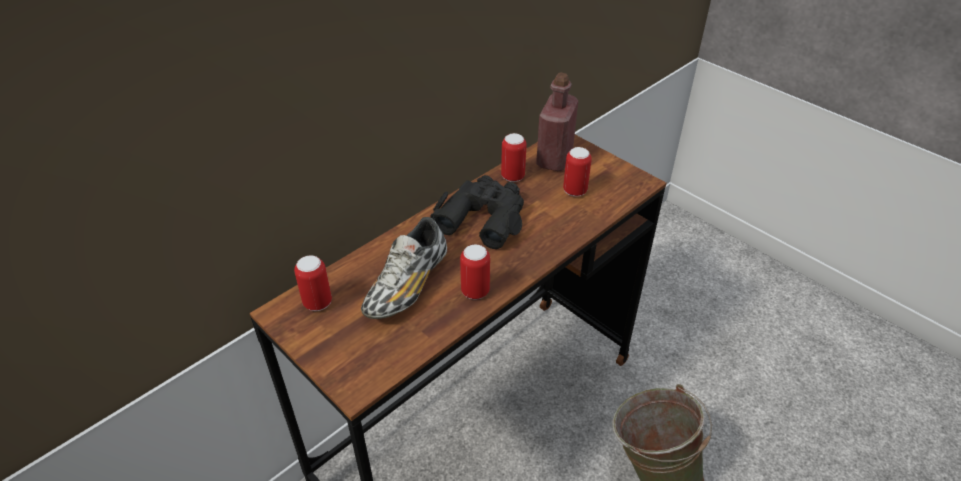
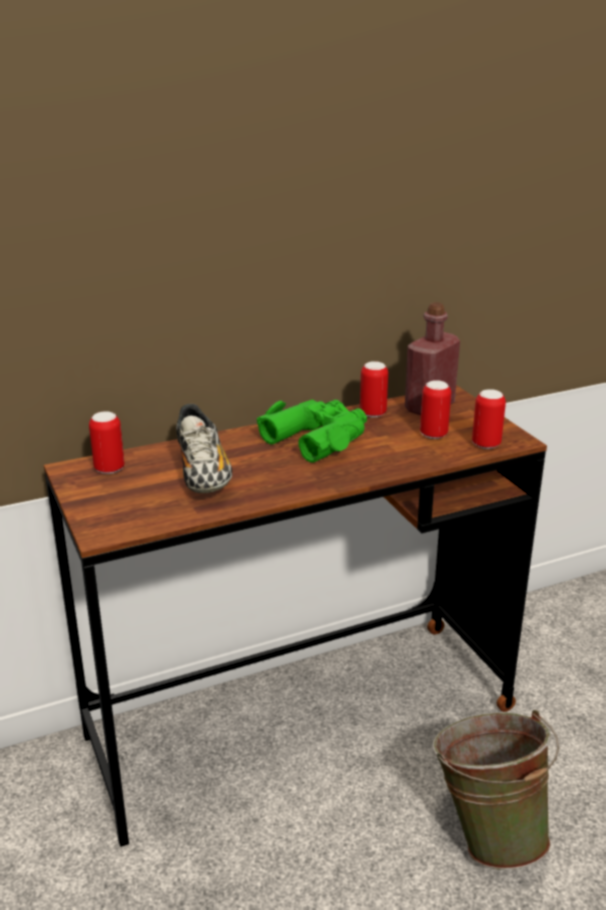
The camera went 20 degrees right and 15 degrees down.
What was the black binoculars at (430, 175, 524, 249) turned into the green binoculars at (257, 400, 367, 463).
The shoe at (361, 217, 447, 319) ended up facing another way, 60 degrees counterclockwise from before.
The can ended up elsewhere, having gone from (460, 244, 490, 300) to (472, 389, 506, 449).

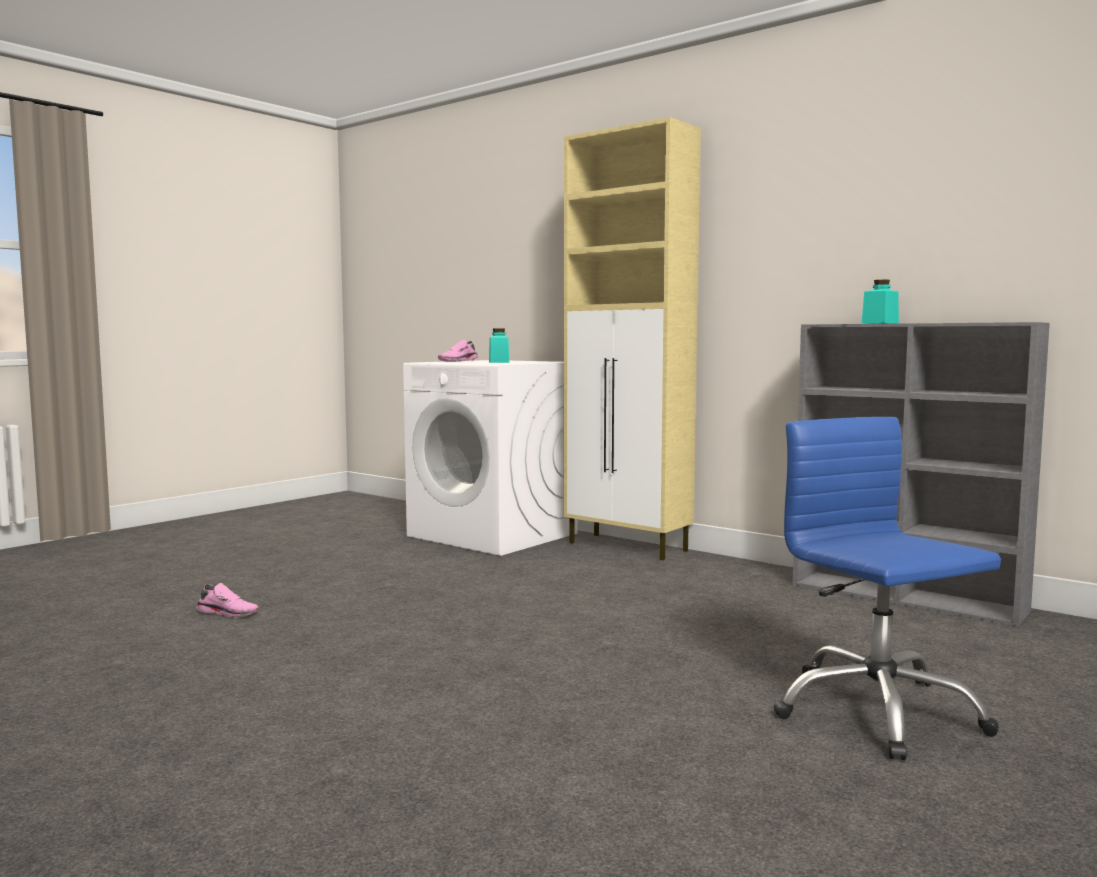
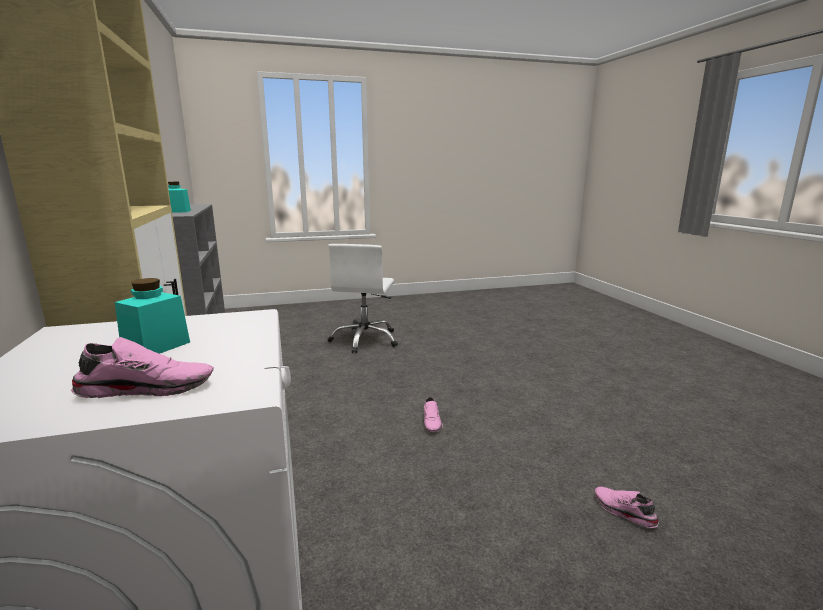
The camera went 145 degrees left and 10 degrees up.
What was the blue office chair at (773, 417, 1001, 760) turned into the white office chair at (328, 244, 398, 353).
The second view gained the pink shoe at (424, 397, 443, 432).

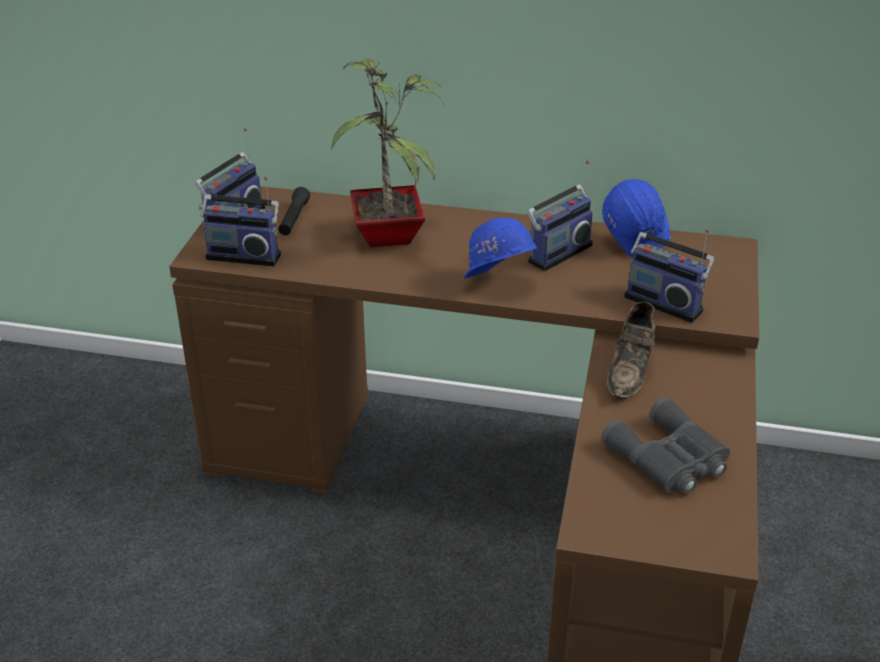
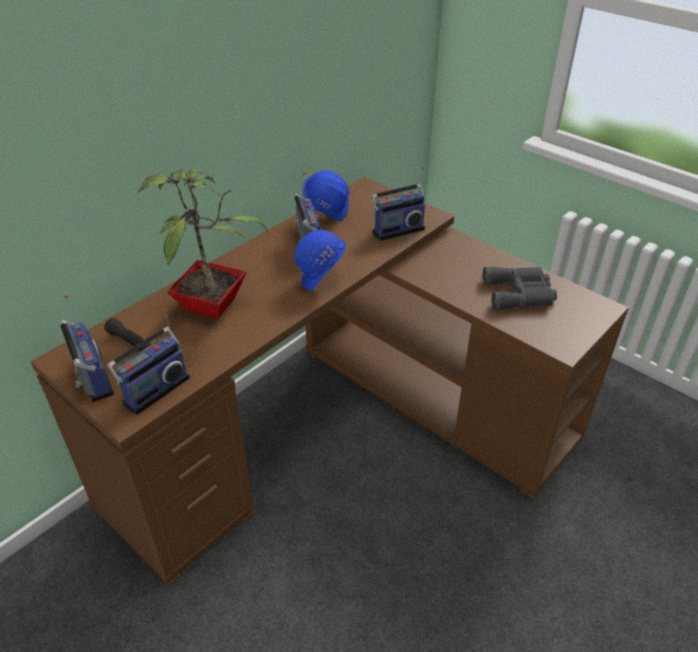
The camera went 60 degrees left and 5 degrees up.
The second view lost the brown shoe at (606, 302, 655, 399).

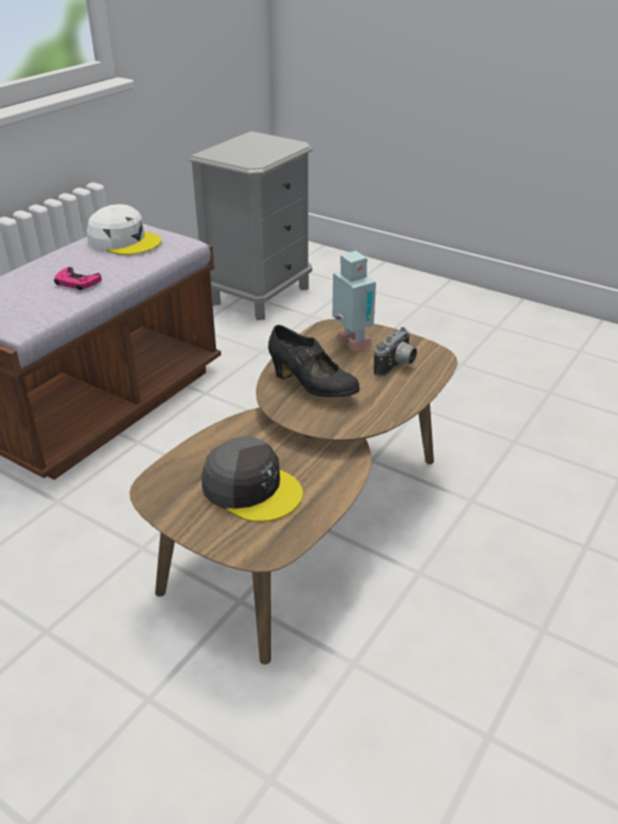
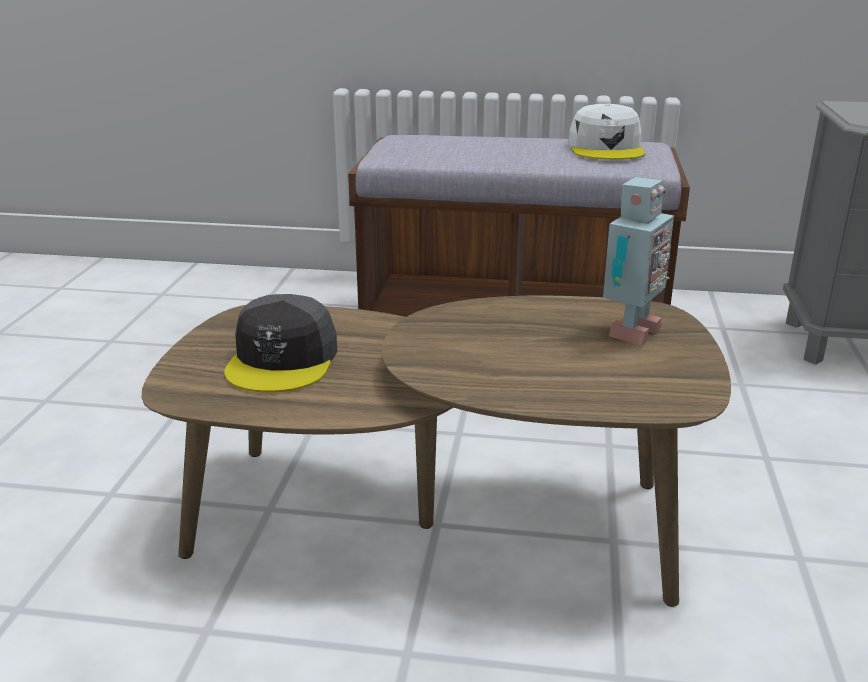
The camera went 65 degrees right and 10 degrees down.
The second view lost the pink game controller at (54, 267, 102, 290).
The second view lost the black shoe at (268, 325, 360, 397).
The second view lost the photo camera at (374, 327, 417, 377).

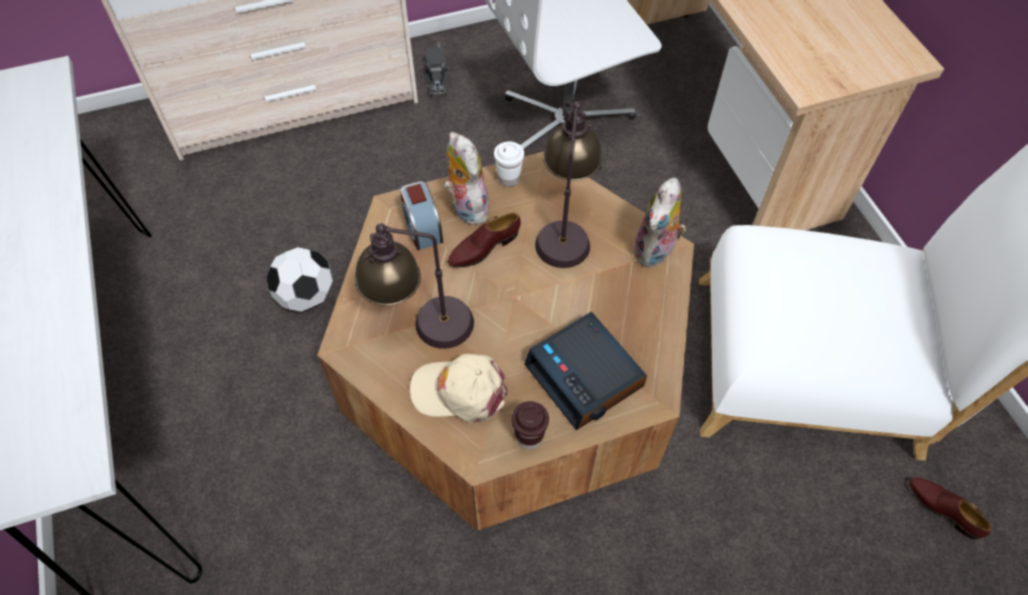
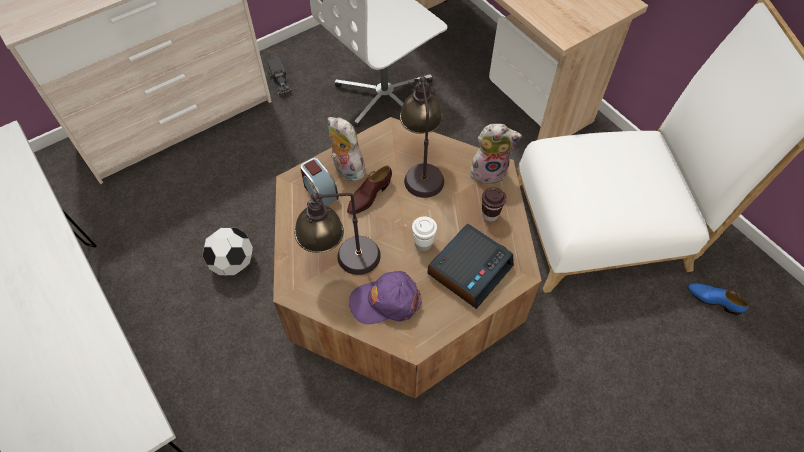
The camera went 15 degrees left and 0 degrees up.
The white cup ended up elsewhere, having gone from (494, 141, 524, 187) to (412, 217, 437, 251).
The plush toy at (632, 178, 686, 268) ended up facing another way, 105 degrees counterclockwise from before.
The alarm clock at (525, 312, 647, 431) ended up facing another way, 90 degrees counterclockwise from before.
What was the beige cap at (410, 354, 508, 423) turned into the purple cap at (349, 271, 422, 324).
The brown cup ended up elsewhere, having gone from (512, 401, 549, 449) to (482, 187, 506, 221).
What was the brown shoe at (909, 477, 992, 539) turned into the blue shoe at (687, 283, 749, 315).

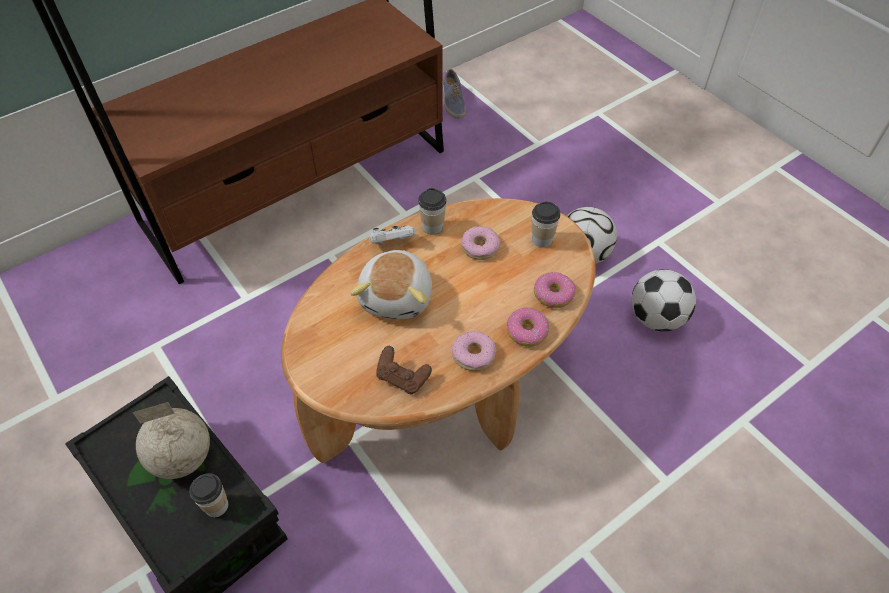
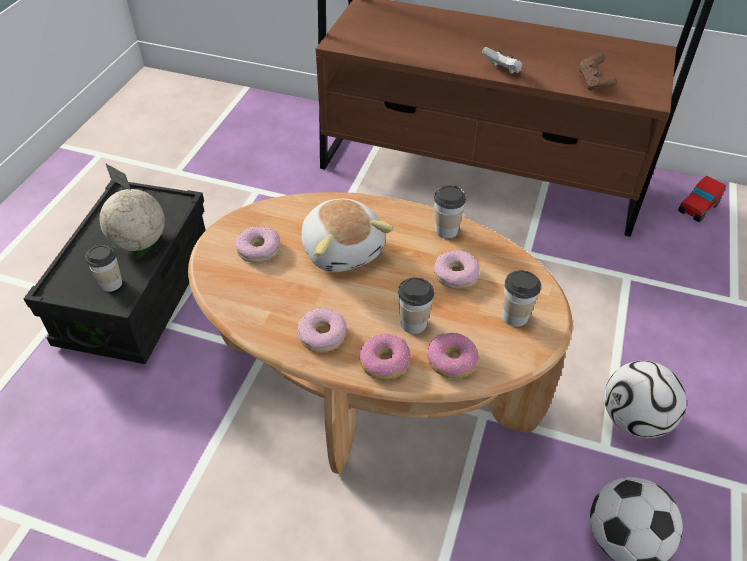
The camera went 55 degrees right and 5 degrees down.
Where the shoe stood at (442, 69, 466, 119), the toy car came to stand at (678, 176, 726, 222).
The white game controller ended up elsewhere, having gone from (369, 225, 415, 245) to (482, 47, 522, 74).
The plush toy at (350, 250, 432, 319) ended up facing another way, 90 degrees counterclockwise from before.
The brown game controller ended up elsewhere, having gone from (376, 346, 432, 395) to (578, 54, 617, 91).
The second view gained the donut at (235, 226, 280, 263).
The second view gained the cup at (398, 277, 434, 334).

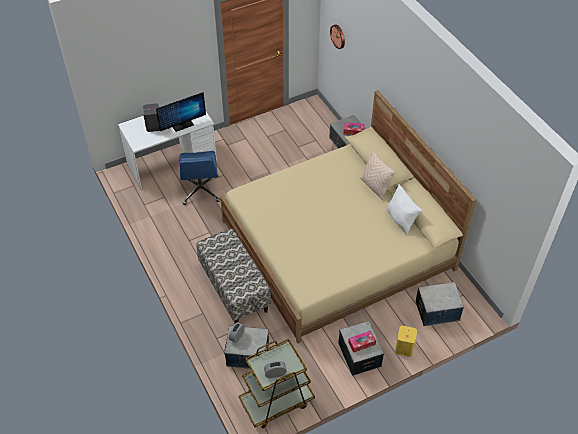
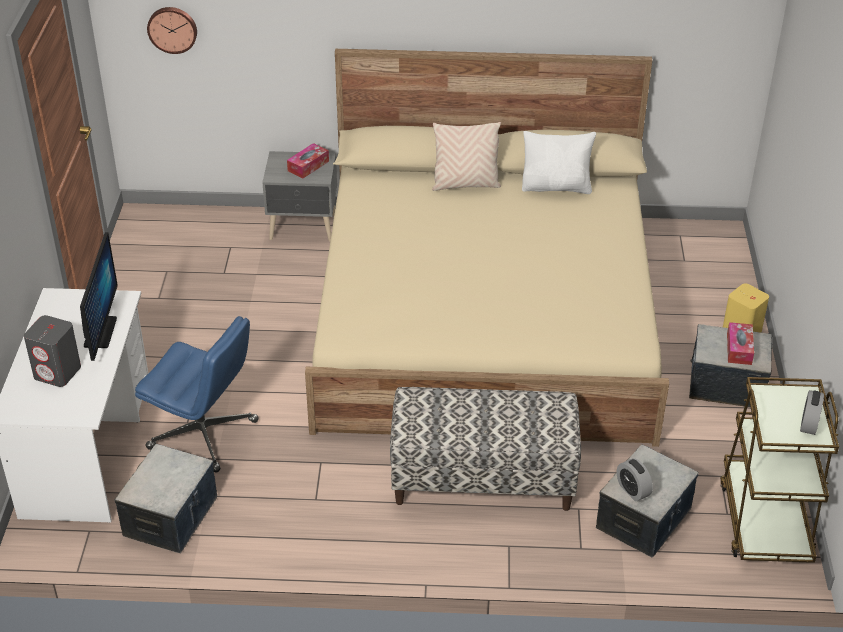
The camera went 60 degrees left and 10 degrees down.
The storage box ended up elsewhere, having gone from (416, 282, 464, 326) to (114, 444, 217, 553).

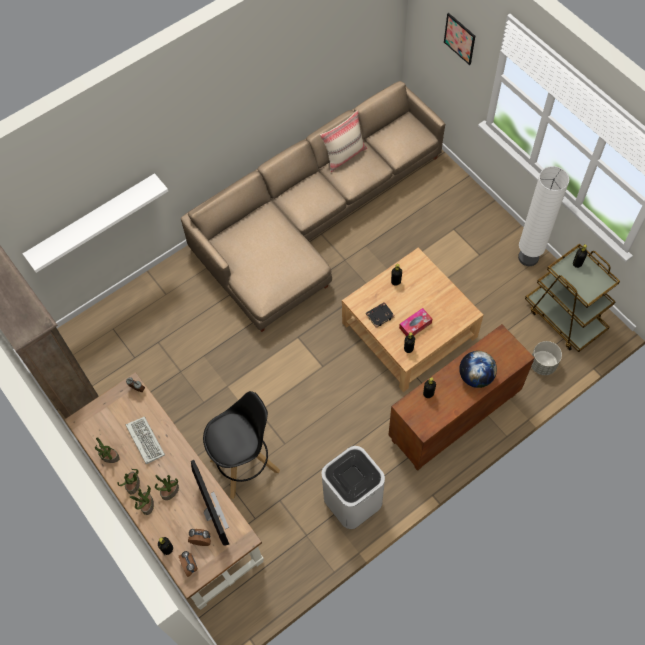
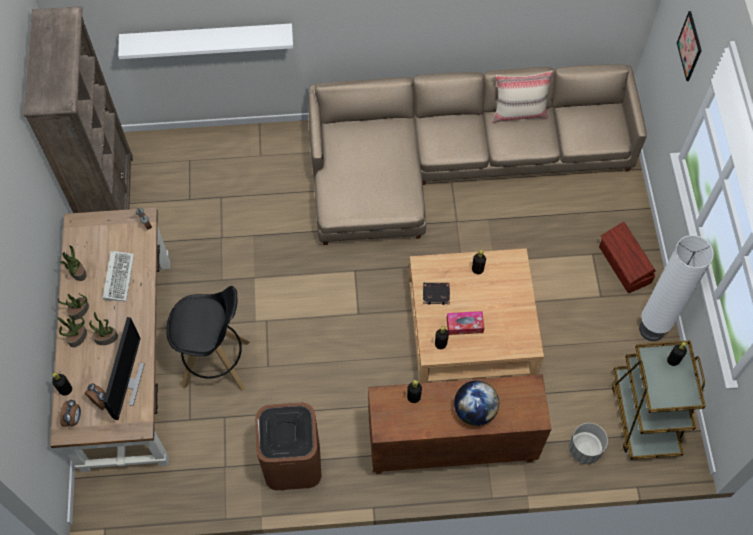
The camera went 30 degrees right and 0 degrees up.
What was the white trash can at (322, 446, 385, 529) turned into the brown trash can at (255, 403, 321, 490).
The second view gained the brown storage box at (599, 222, 656, 293).

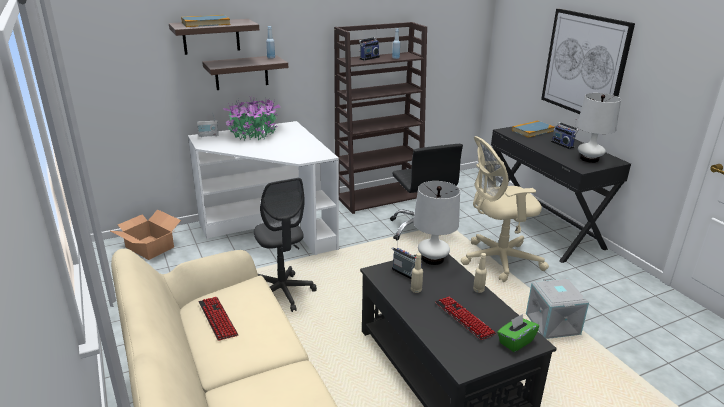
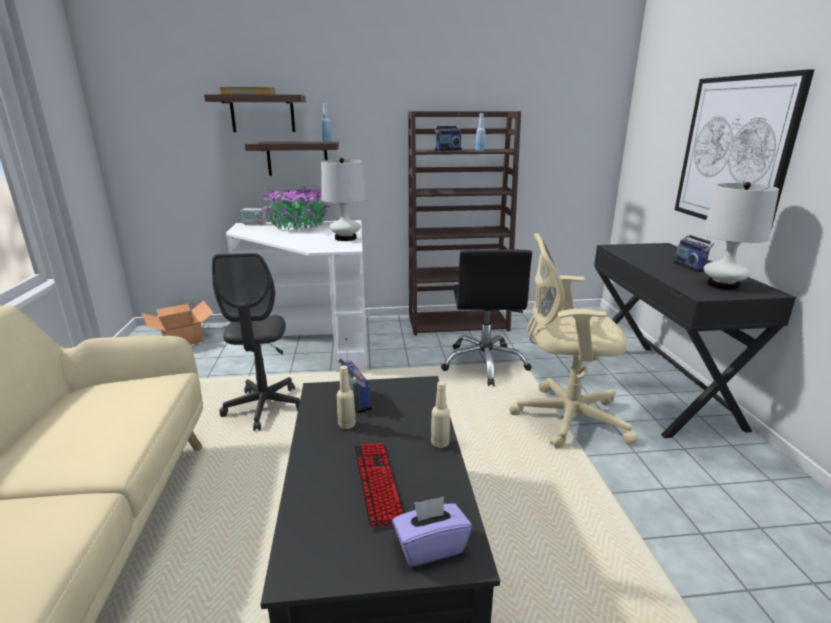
The camera went 20 degrees right and 5 degrees down.
The second view lost the book at (512, 120, 554, 138).
The white table lamp ended up elsewhere, having gone from (413, 181, 460, 265) to (321, 158, 366, 241).
The second view lost the grey storage box at (526, 278, 589, 339).
The second view lost the keyboard at (198, 297, 238, 341).
What was the green tissue box at (497, 314, 539, 352) turned into the purple tissue box at (392, 496, 472, 567).

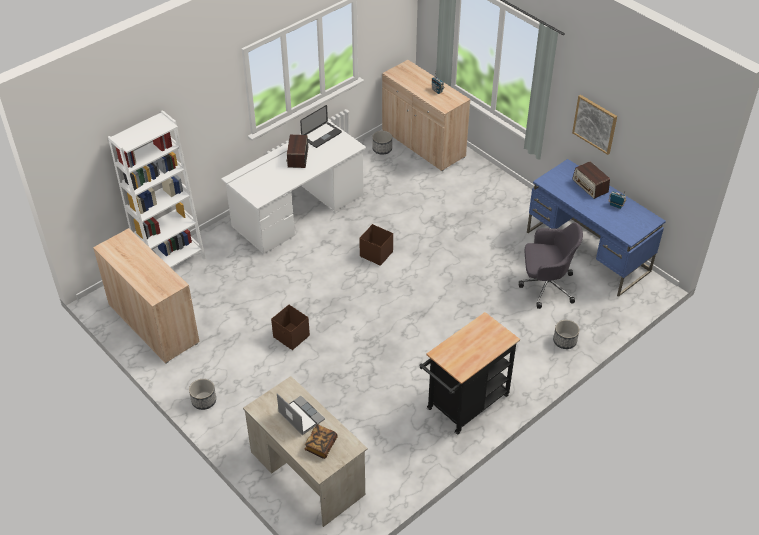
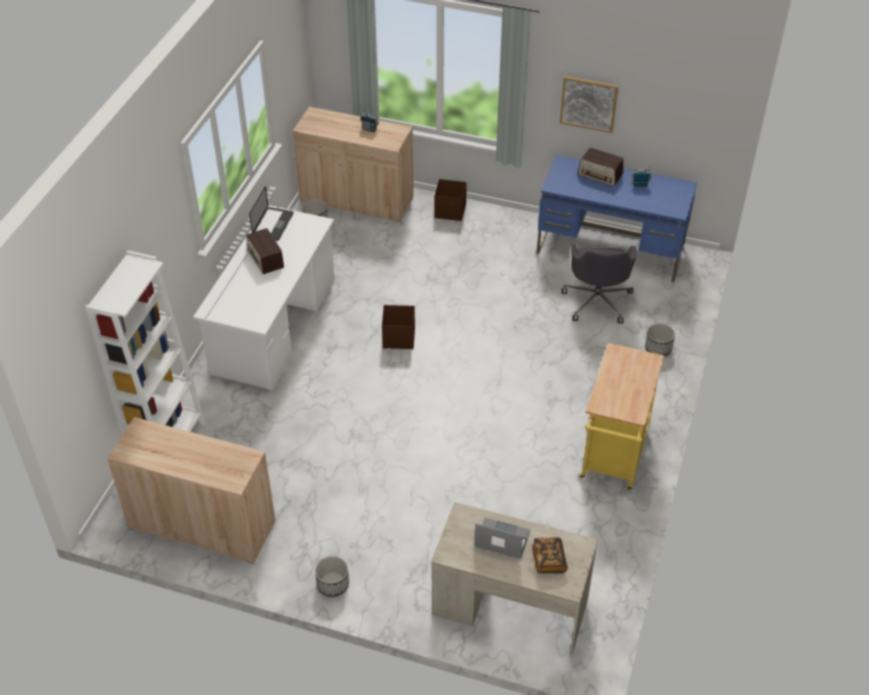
The camera went 30 degrees left and 0 degrees up.
The grey office chair at (519, 222, 583, 309) ended up facing another way, 120 degrees clockwise from before.
The brown storage box ended up elsewhere, having gone from (271, 305, 310, 350) to (435, 179, 467, 221).
What was the black cart at (419, 312, 520, 434) turned into the yellow cart at (579, 343, 664, 490).

